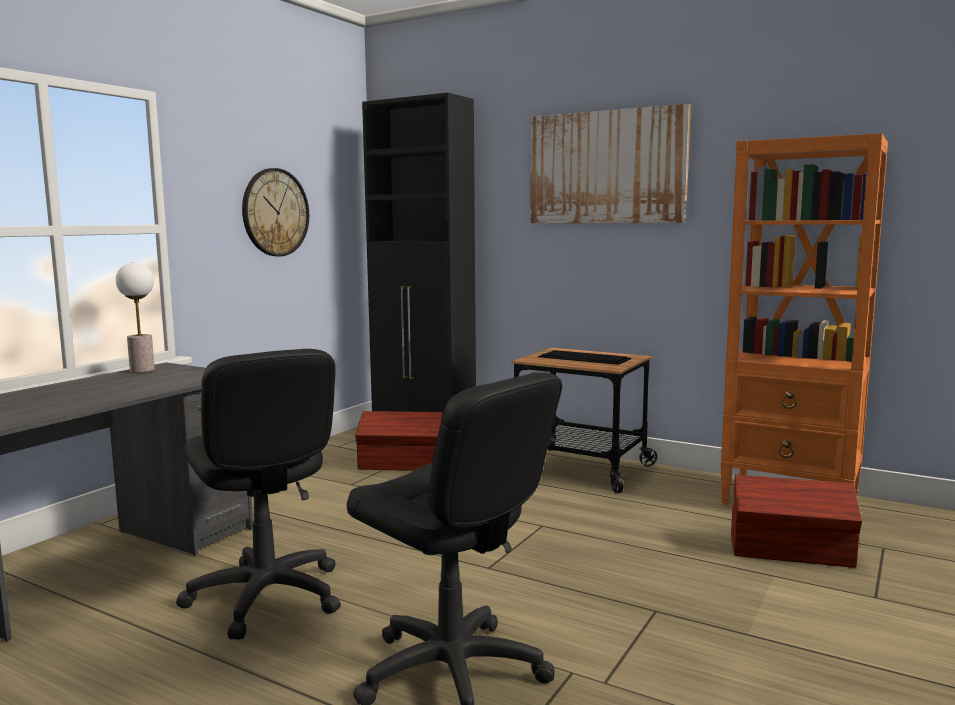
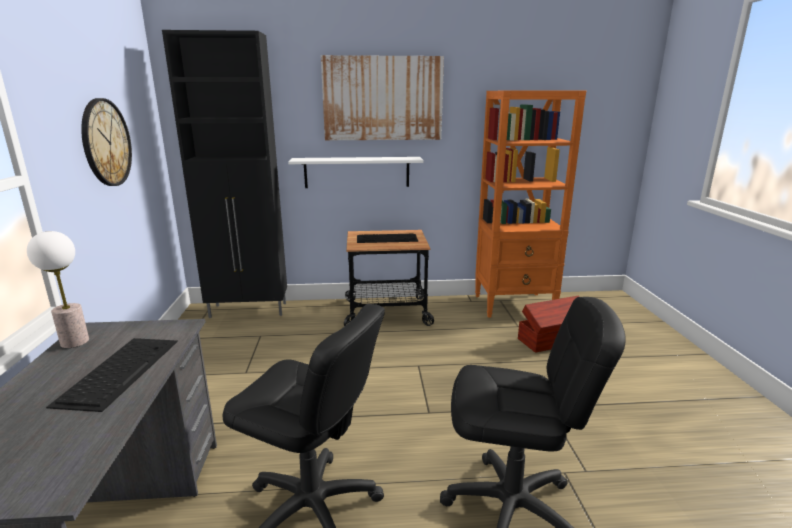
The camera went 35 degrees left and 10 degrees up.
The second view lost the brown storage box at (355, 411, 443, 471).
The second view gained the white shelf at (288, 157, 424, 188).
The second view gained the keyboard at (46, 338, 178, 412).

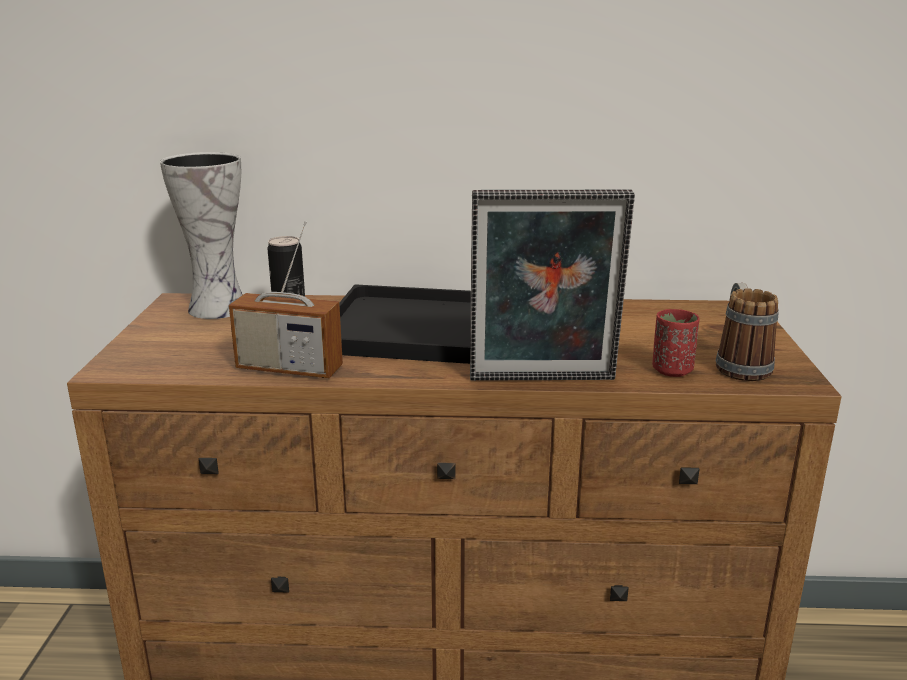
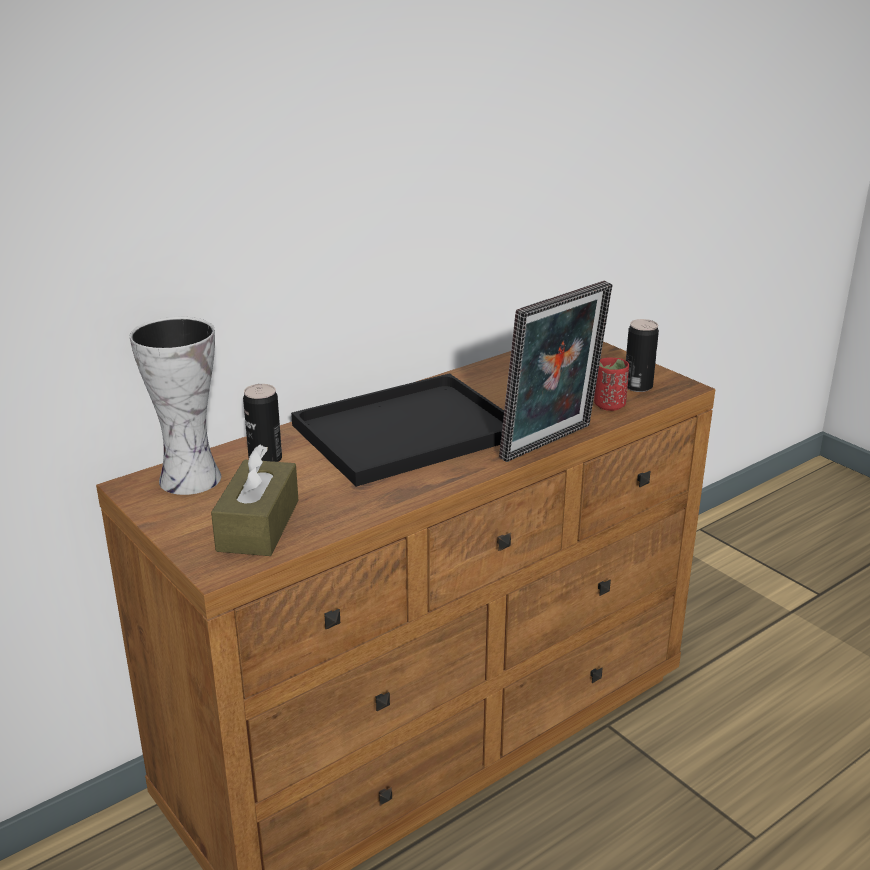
The camera went 40 degrees left and 5 degrees up.
The second view lost the radio at (229, 221, 343, 378).
Where the mug stood at (716, 283, 779, 381), the can came to stand at (626, 319, 659, 392).
The second view gained the brown tissue box at (211, 444, 299, 556).

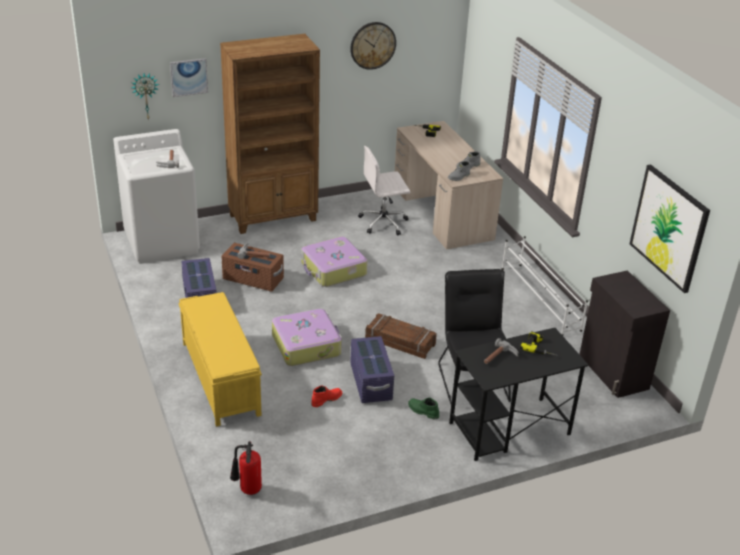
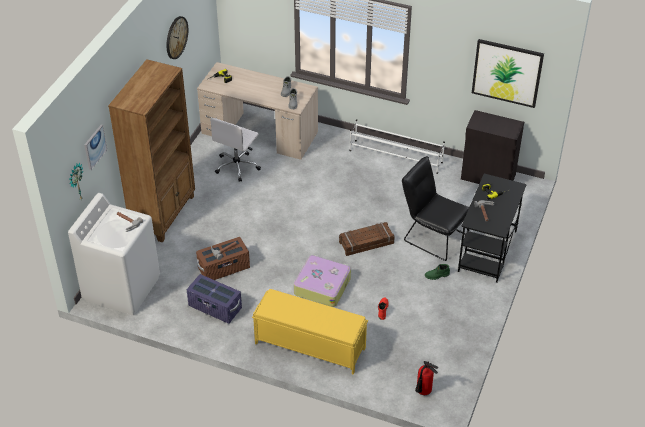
The camera went 45 degrees left and 10 degrees up.
The second view lost the suitcase at (301, 237, 367, 287).
The second view lost the purple storage box at (350, 336, 394, 403).

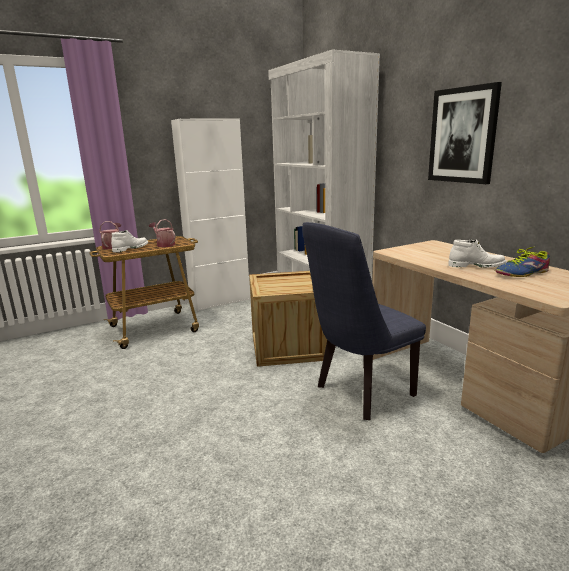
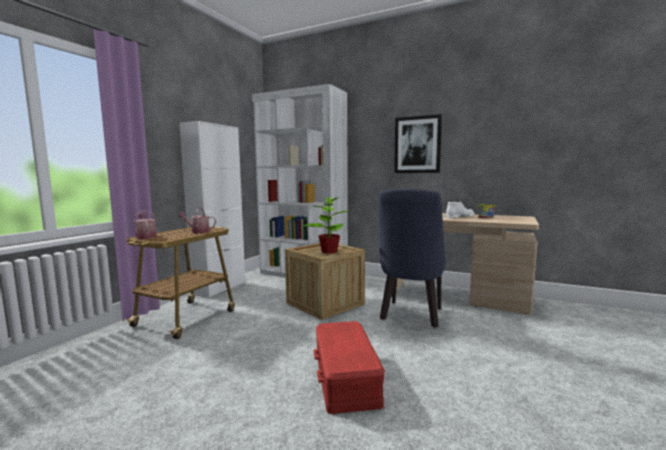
The camera went 35 degrees left and 10 degrees down.
The second view lost the white boot at (111, 230, 148, 253).
The second view gained the potted plant at (302, 197, 347, 254).
The second view gained the red storage box at (313, 321, 385, 414).

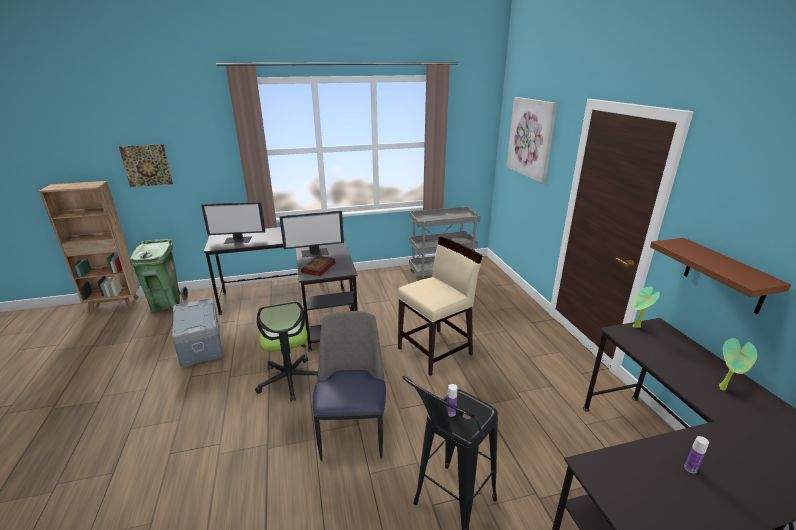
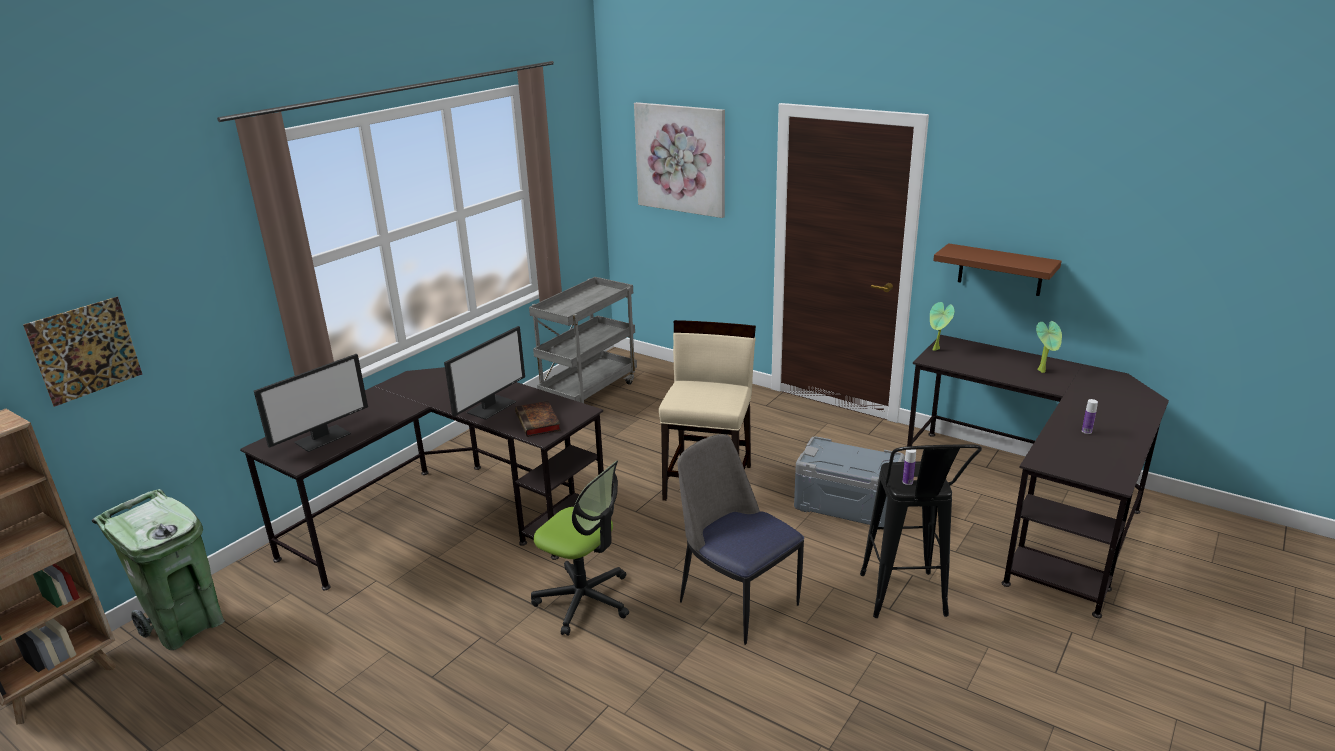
The camera went 40 degrees left and 0 degrees up.
The grey storage box ended up elsewhere, having gone from (172, 298, 224, 367) to (794, 436, 905, 527).

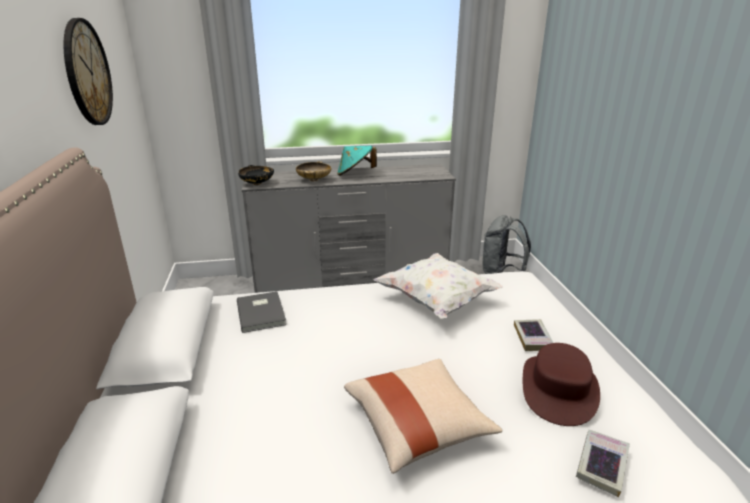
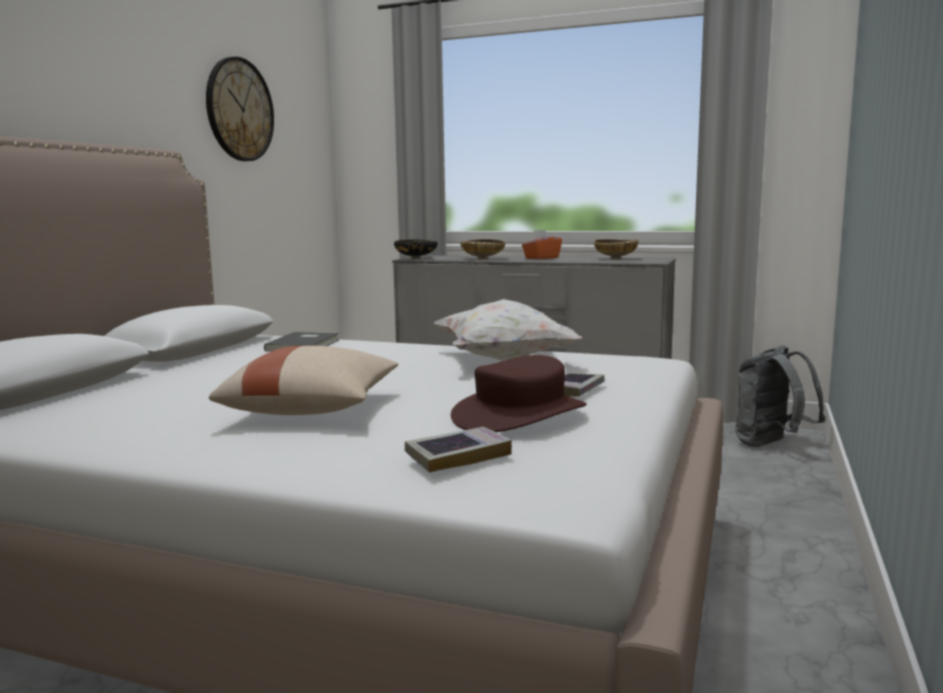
The camera went 30 degrees right and 15 degrees down.
Where the turquoise hat stood at (337, 145, 377, 176), the orange tissue box came to stand at (522, 230, 562, 259).
The second view gained the beige bowl at (594, 239, 638, 259).

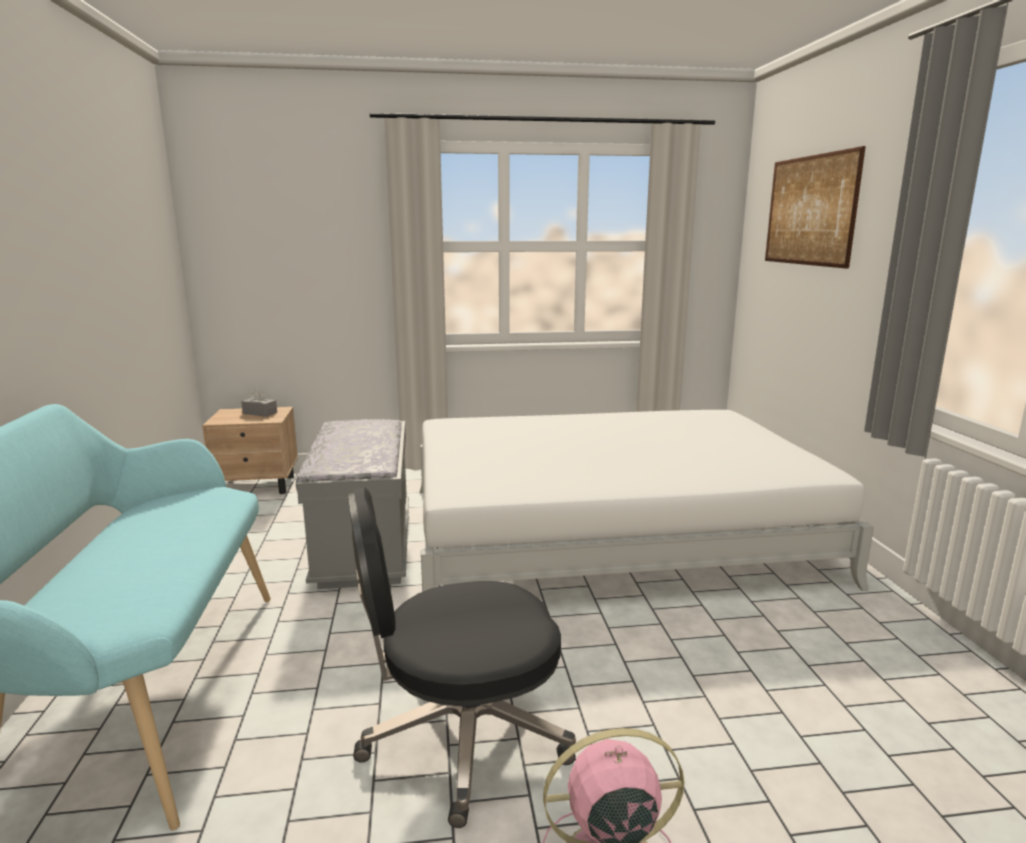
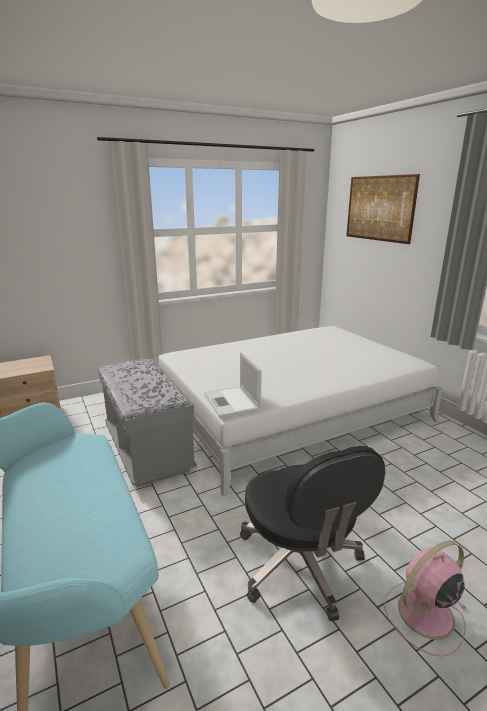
The camera went 20 degrees left and 5 degrees up.
The second view lost the grey tissue box at (241, 389, 277, 417).
The black office chair at (348, 487, 576, 828) ended up facing another way, 75 degrees counterclockwise from before.
The second view gained the laptop at (204, 352, 262, 418).

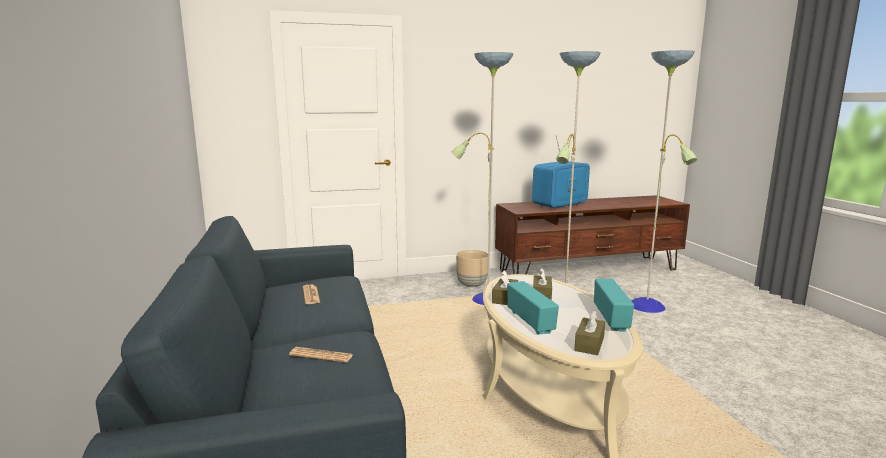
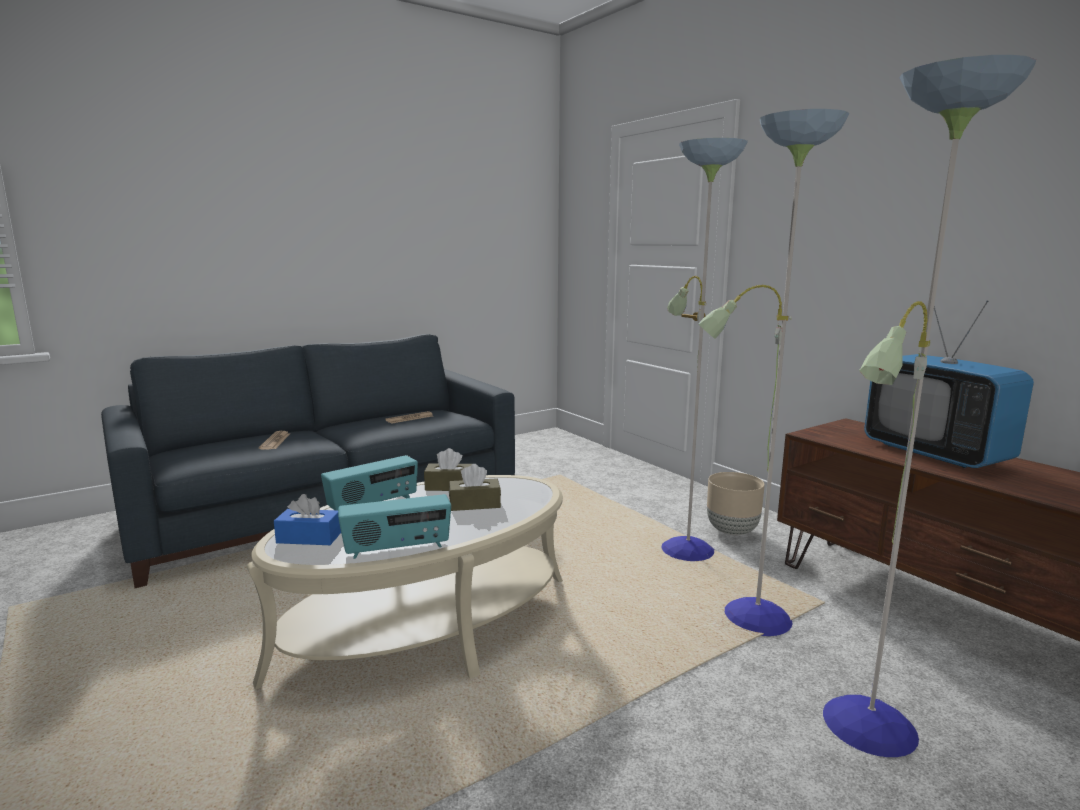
The camera went 70 degrees right and 0 degrees up.
The television at (532, 135, 590, 209) ended up facing another way, 150 degrees counterclockwise from before.
What was the brown tissue box at (574, 311, 605, 355) turned into the blue tissue box at (274, 494, 341, 545).

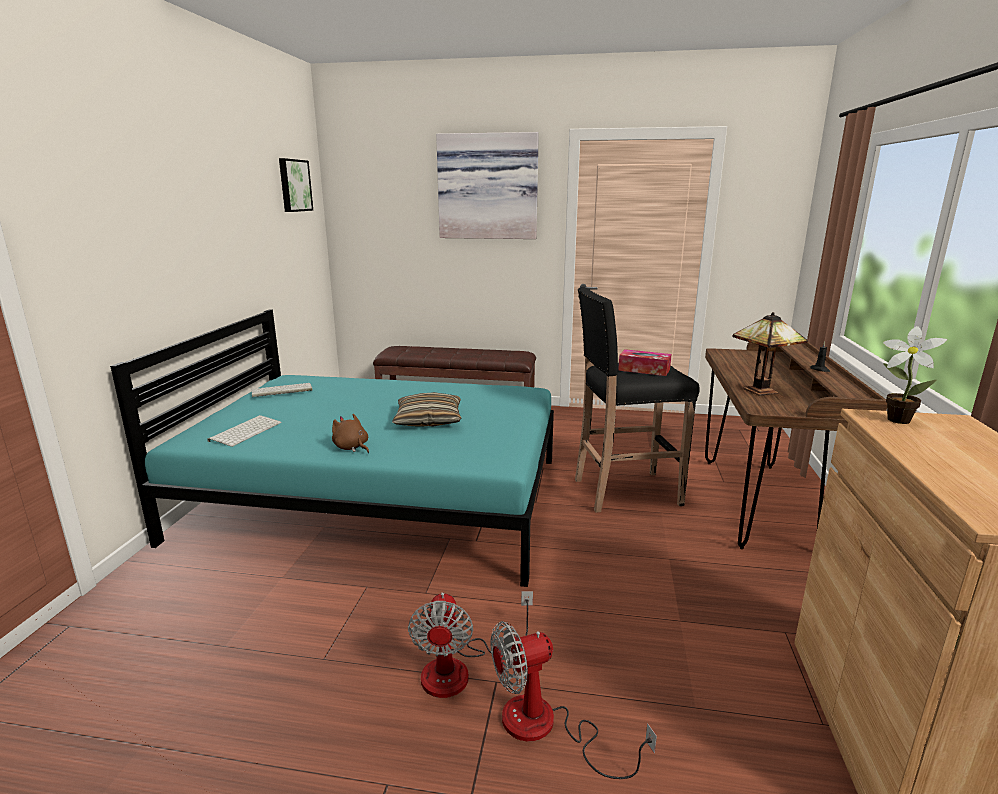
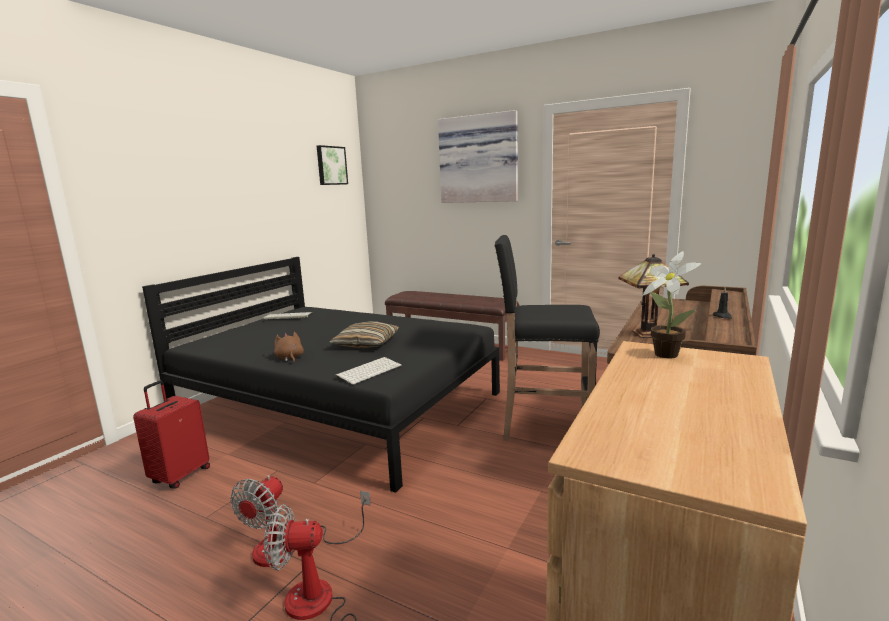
The camera went 20 degrees right and 5 degrees down.
What was the turquoise bed at (110, 309, 554, 587) turned into the black bed at (142, 257, 500, 493).
The second view lost the tissue box at (618, 349, 671, 376).
The keyboard ended up elsewhere, having gone from (207, 415, 282, 447) to (335, 357, 402, 385).
The second view gained the red suitcase at (133, 380, 210, 489).

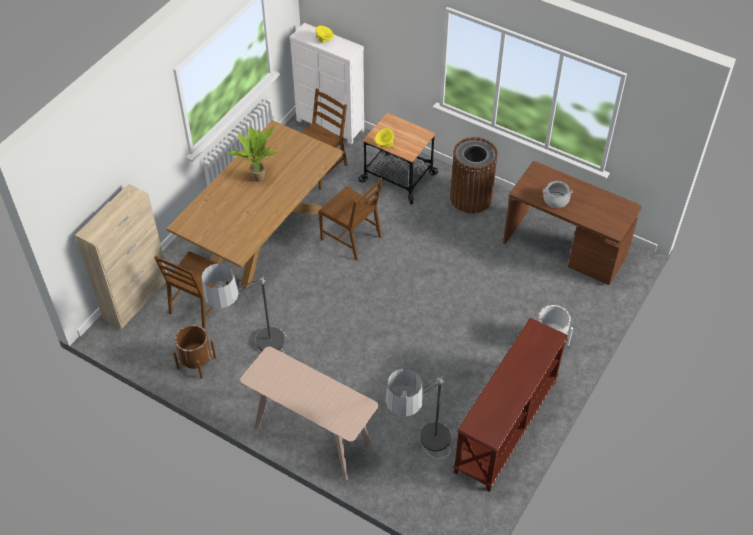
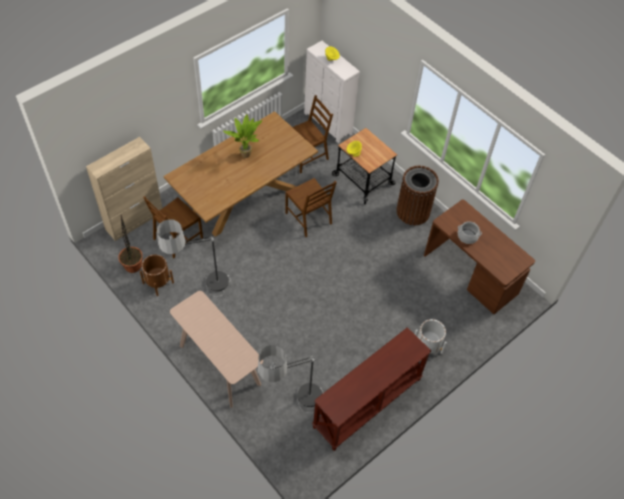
The camera went 15 degrees right and 5 degrees up.
The second view gained the potted plant at (118, 215, 143, 273).

